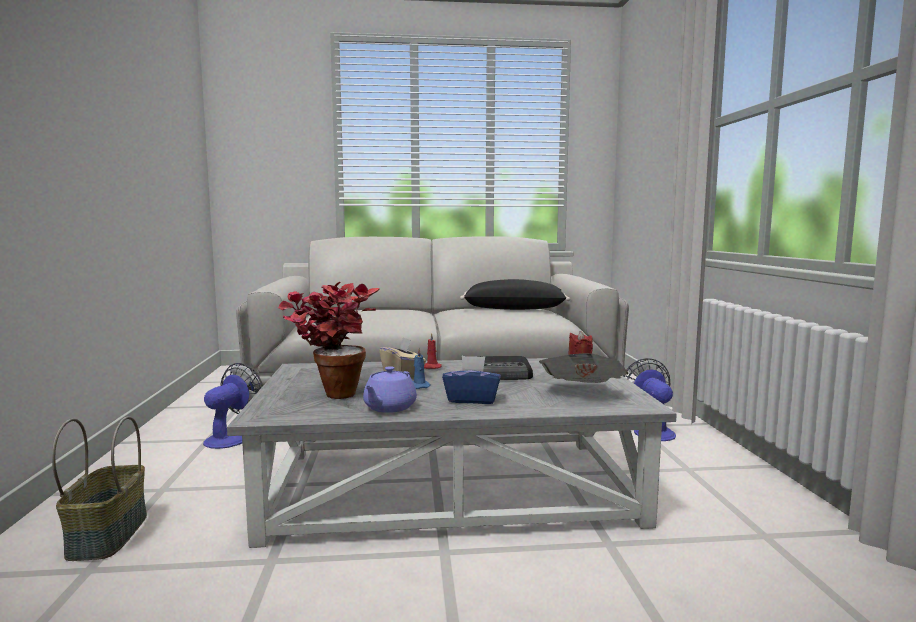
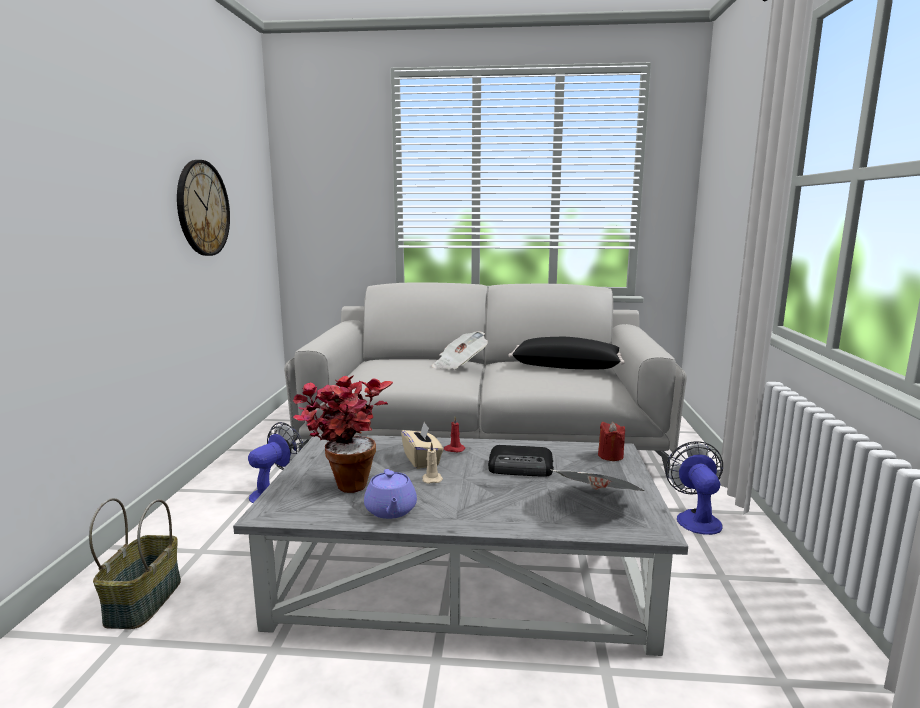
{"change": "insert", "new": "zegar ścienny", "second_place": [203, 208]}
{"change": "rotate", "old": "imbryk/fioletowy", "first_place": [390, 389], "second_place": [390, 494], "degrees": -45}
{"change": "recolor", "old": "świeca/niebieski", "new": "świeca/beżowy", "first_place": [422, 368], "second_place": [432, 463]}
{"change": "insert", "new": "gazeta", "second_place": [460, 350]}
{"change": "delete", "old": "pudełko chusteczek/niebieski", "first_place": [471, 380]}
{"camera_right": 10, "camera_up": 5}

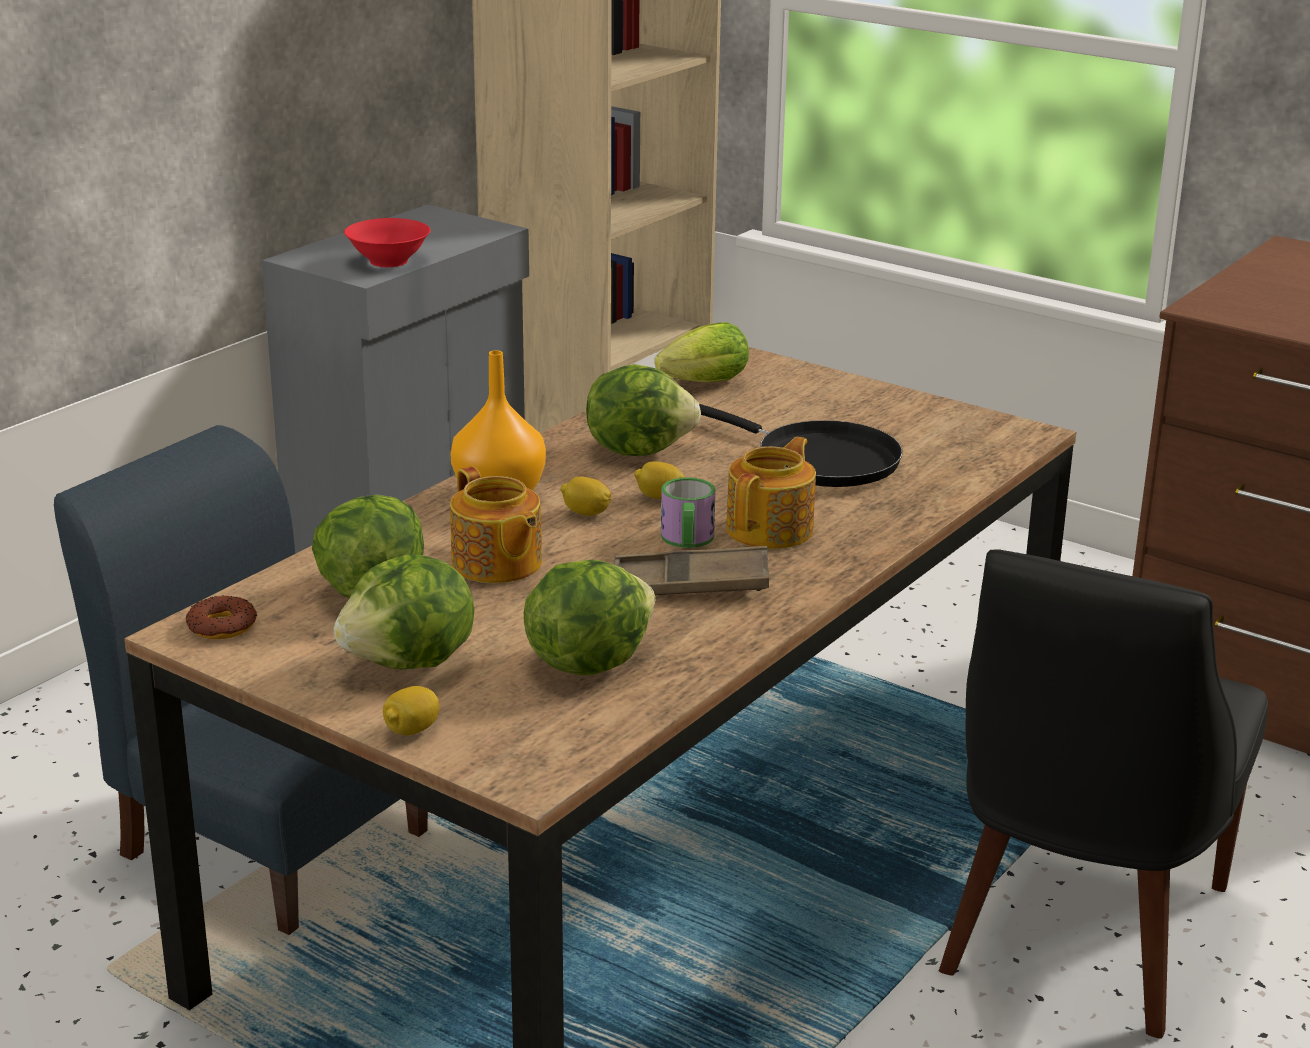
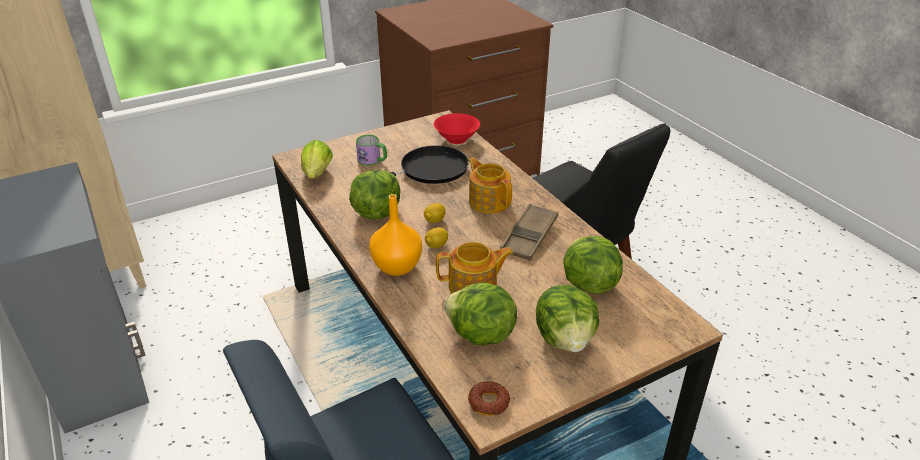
{"change": "move", "old": "kubek", "first_place": [688, 512], "second_place": [371, 150]}
{"change": "move", "old": "miska/czerwony", "first_place": [387, 242], "second_place": [457, 128]}
{"change": "delete", "old": "cytryna", "first_place": [411, 711]}
{"camera_right": -65, "camera_up": 10}

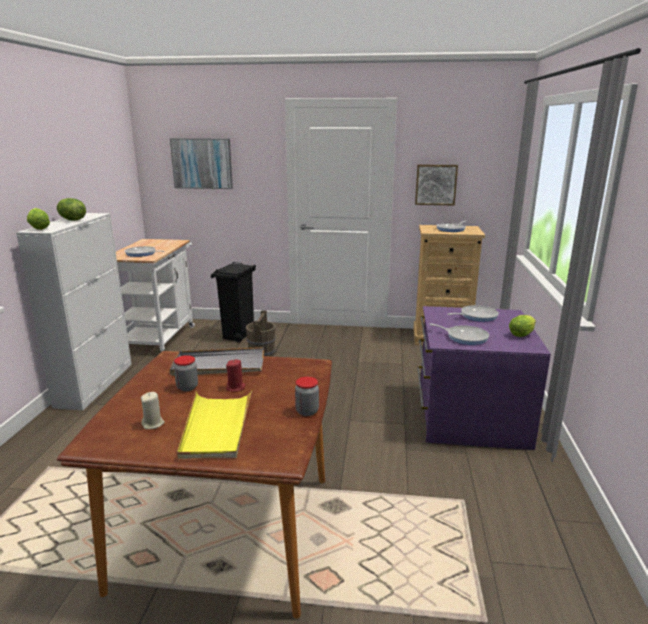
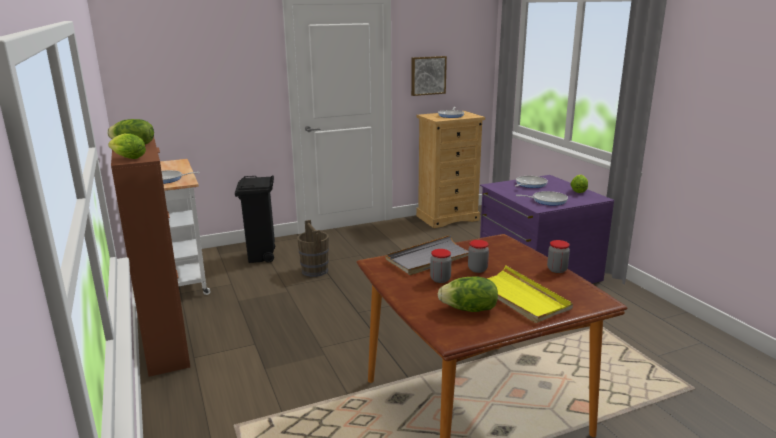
{"change": "recolor", "old": "szafka/biały", "new": "szafka/brązowy", "first_place": [74, 312], "second_place": [150, 257]}
{"change": "replace", "old": "świeca/beżowy", "new": "sałata", "first_place": [153, 410], "second_place": [468, 294]}
{"change": "replace", "old": "świeca/czerwony", "new": "słoik", "first_place": [235, 375], "second_place": [478, 256]}
{"change": "delete", "old": "obraz", "first_place": [201, 163]}
{"camera_right": -30, "camera_up": 0}

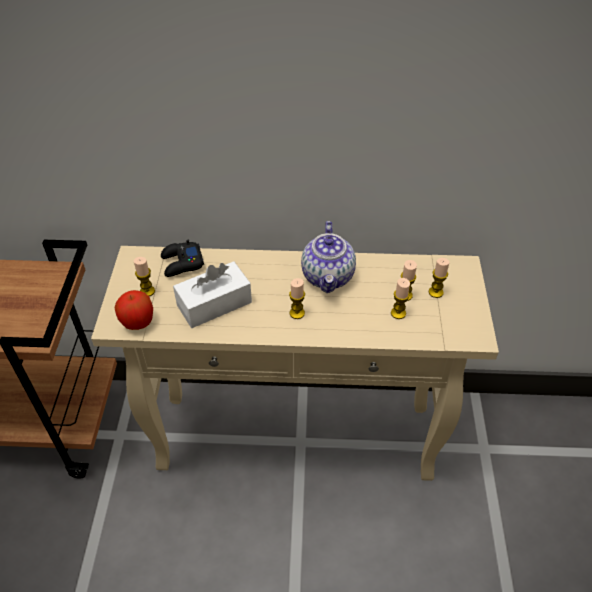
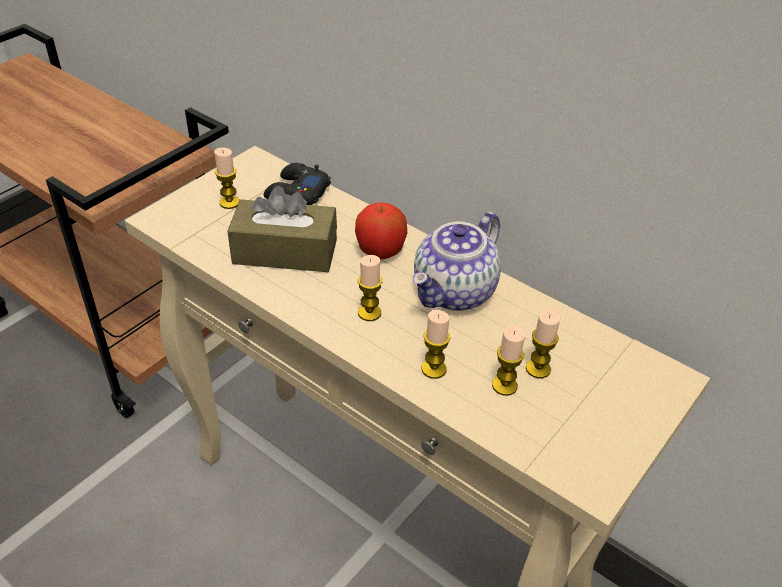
{"change": "recolor", "old": "pudełko chusteczek/biały", "new": "pudełko chusteczek/brązowy", "first_place": [212, 294], "second_place": [282, 229]}
{"change": "move", "old": "jabłko", "first_place": [134, 310], "second_place": [381, 231]}
{"change": "move", "old": "świeca", "first_place": [439, 278], "second_place": [436, 344]}
{"camera_right": 35, "camera_up": -5}

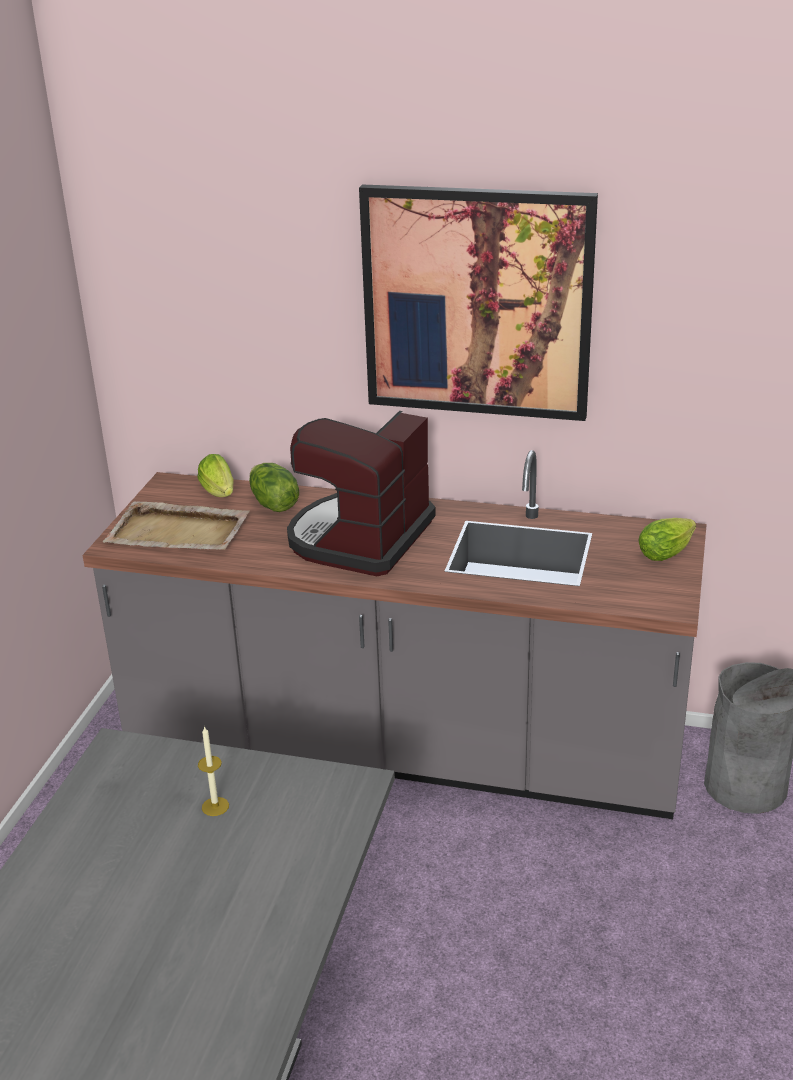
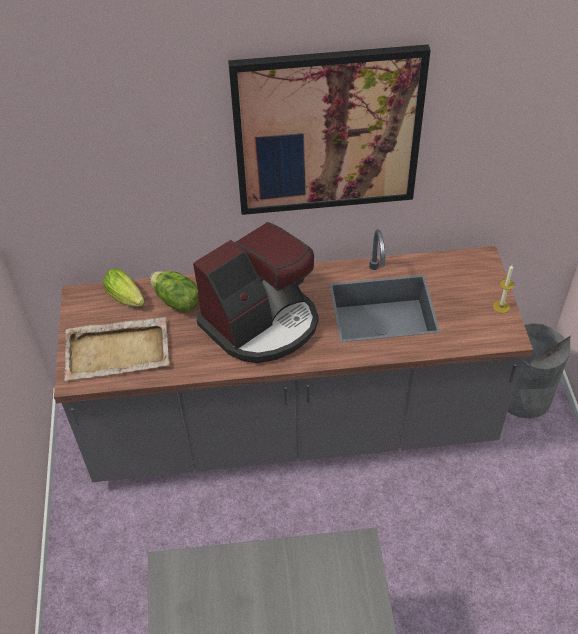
{"change": "rotate", "old": "ekspres do kawy", "first_place": [361, 493], "second_place": [256, 292], "degrees": -135}
{"change": "move", "old": "świeca", "first_place": [213, 771], "second_place": [503, 289]}
{"change": "delete", "old": "sałata", "first_place": [667, 539]}
{"camera_right": -20, "camera_up": 20}

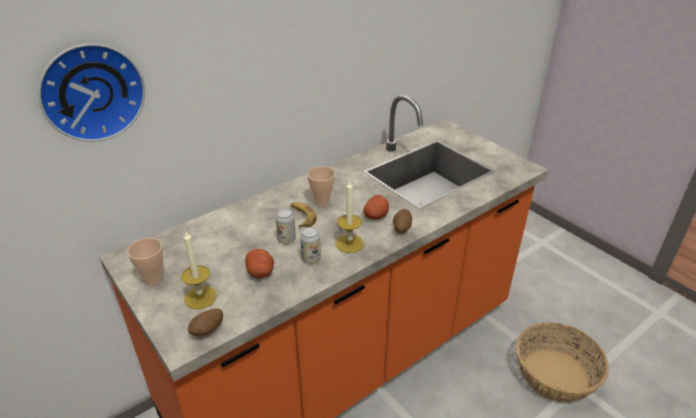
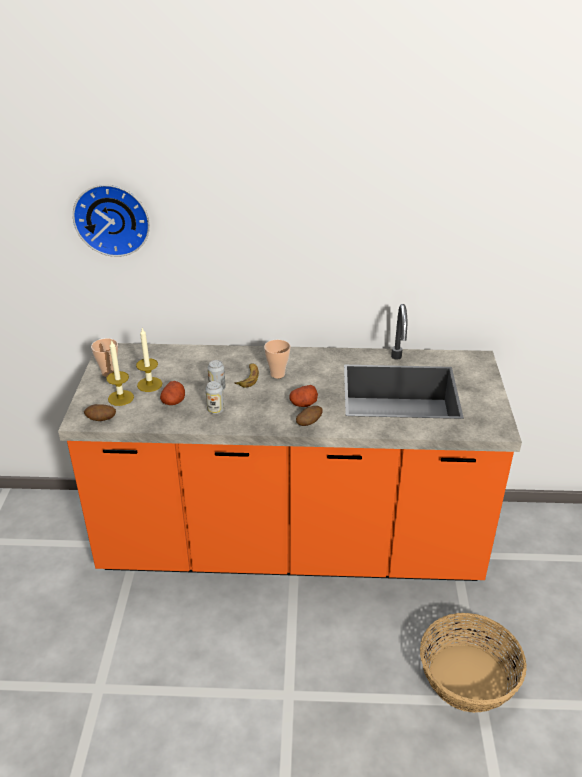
{"change": "move", "old": "świeca", "first_place": [349, 216], "second_place": [149, 360]}
{"camera_right": 40, "camera_up": 0}

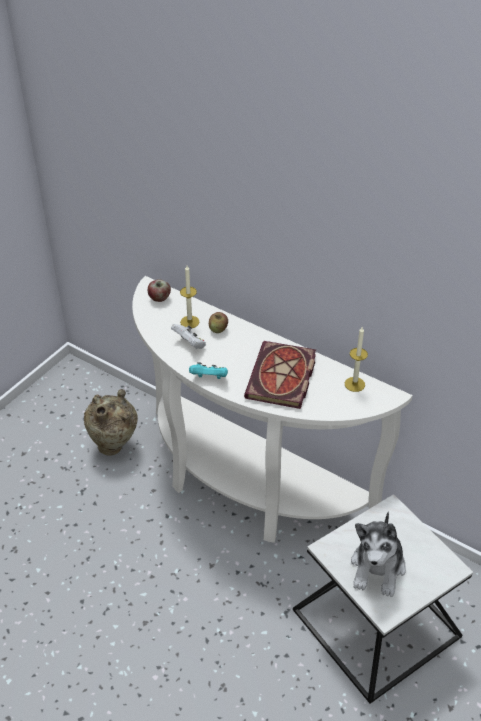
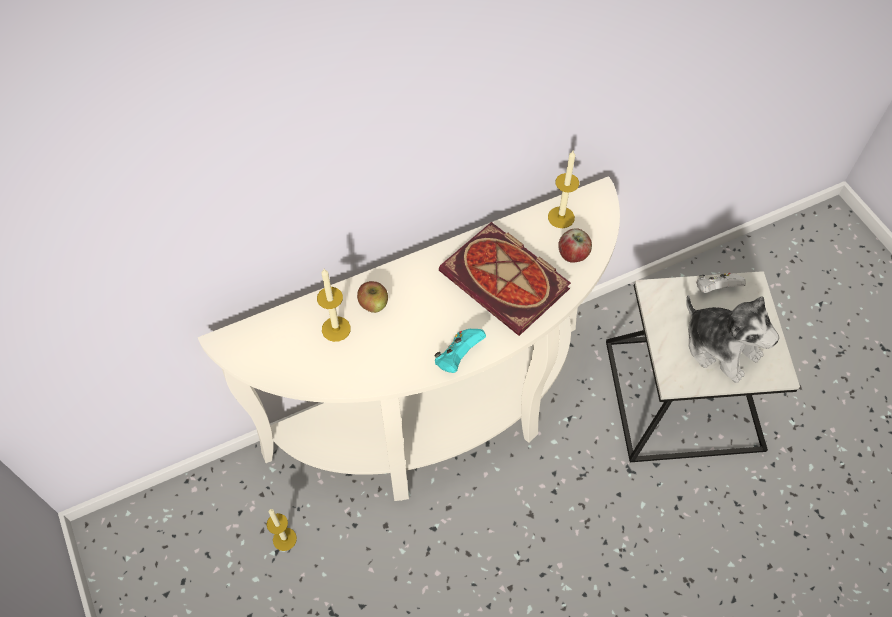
{"change": "replace", "old": "wazon/beżowy", "new": "świeca", "first_place": [111, 422], "second_place": [281, 530]}
{"change": "move", "old": "jabłko", "first_place": [159, 290], "second_place": [575, 245]}
{"change": "move", "old": "pad do gier/biały", "first_place": [188, 336], "second_place": [721, 283]}
{"camera_right": -60, "camera_up": 15}

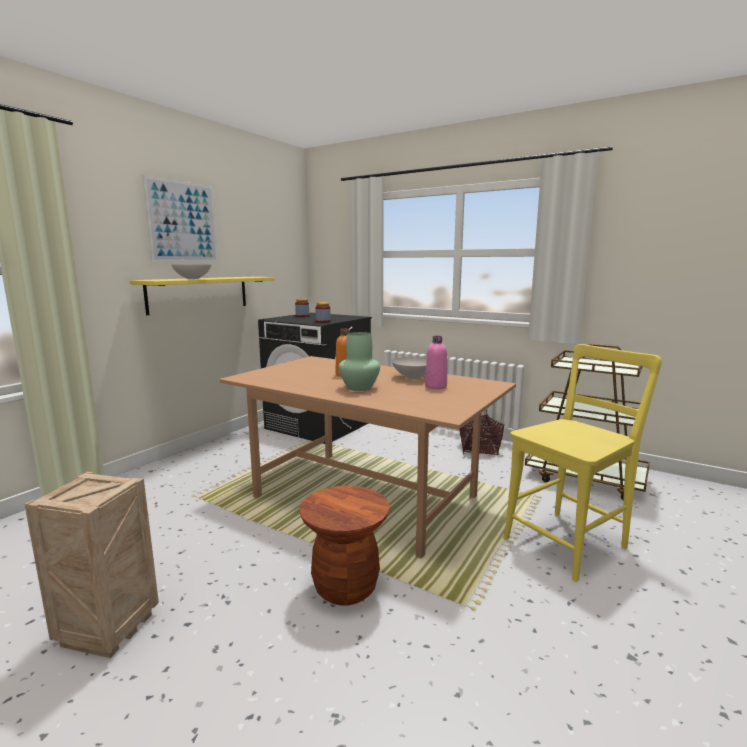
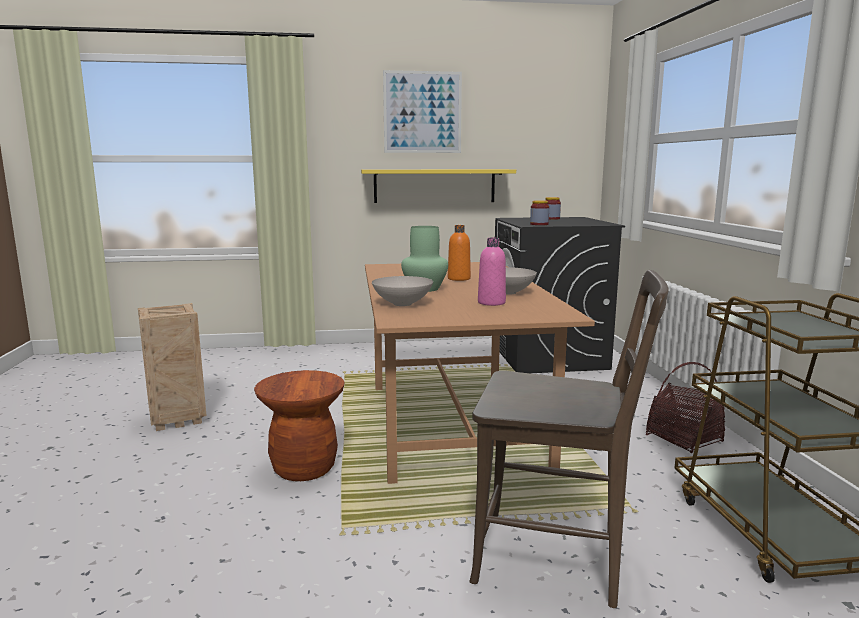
{"change": "move", "old": "miska/biały", "first_place": [191, 271], "second_place": [402, 291]}
{"change": "recolor", "old": "krzesło/żółty", "new": "krzesło/brązowy", "first_place": [582, 463], "second_place": [569, 439]}
{"camera_right": 50, "camera_up": 0}

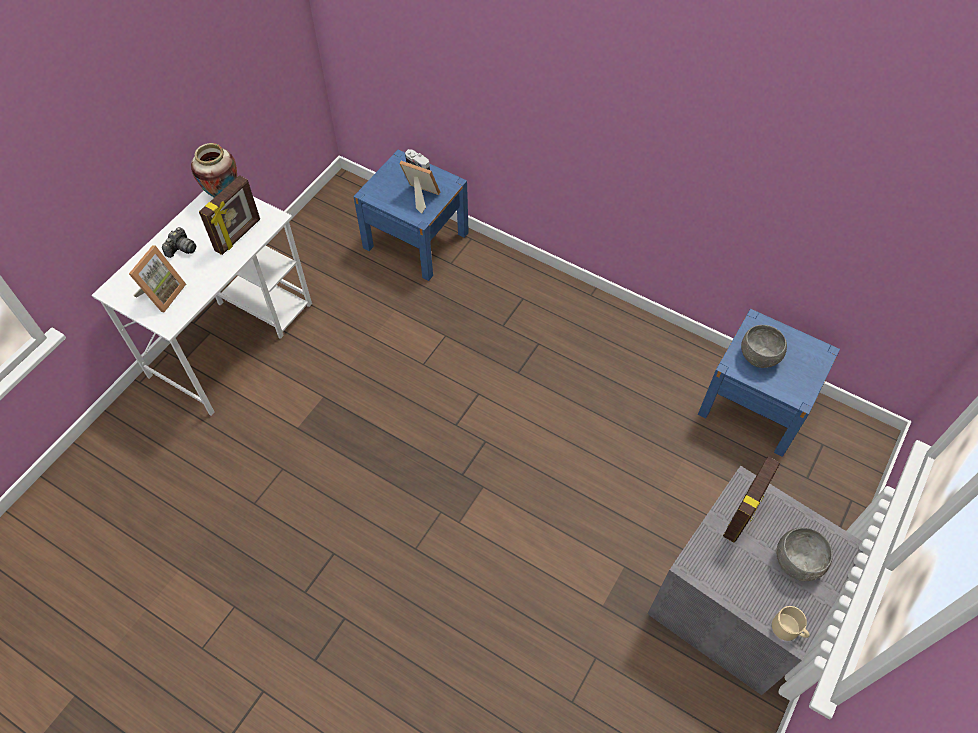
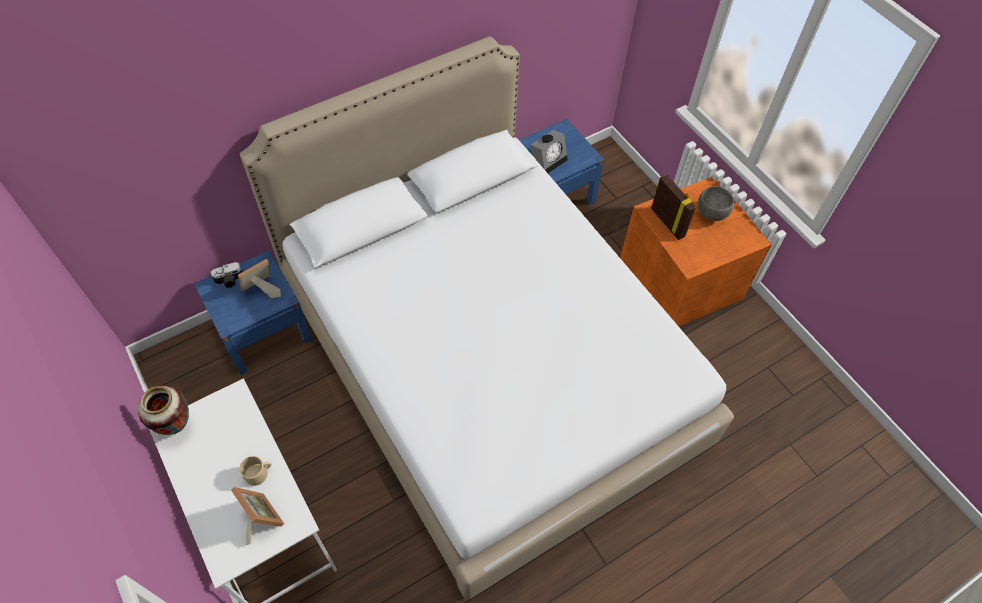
{"change": "move", "old": "kubek/beżowy", "first_place": [791, 623], "second_place": [255, 471]}
{"change": "insert", "new": "łóżko/biały", "second_place": [487, 318]}
{"change": "replace", "old": "miska/szary", "new": "budzik", "first_place": [764, 346], "second_place": [549, 151]}
{"change": "recolor", "old": "pojemnik do przechowywania/szary", "new": "pojemnik do przechowywania/pomarańczowy", "first_place": [755, 580], "second_place": [696, 251]}
{"change": "delete", "old": "aparat fotograficzny", "first_place": [179, 242]}
{"change": "delete", "old": "ramka na zdjęcie", "first_place": [229, 215]}
{"camera_right": -65, "camera_up": 0}

